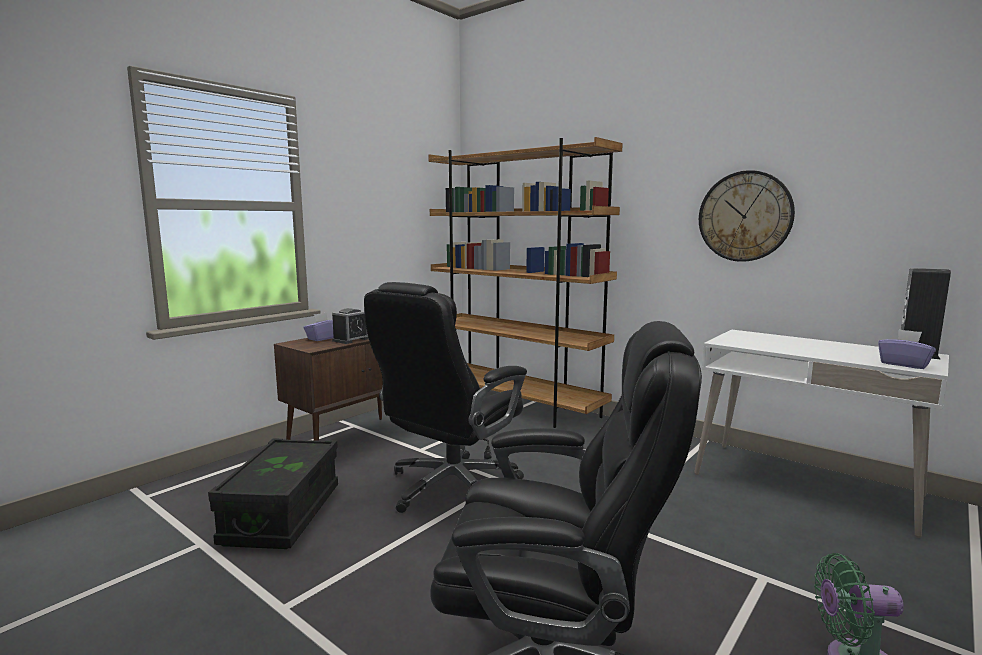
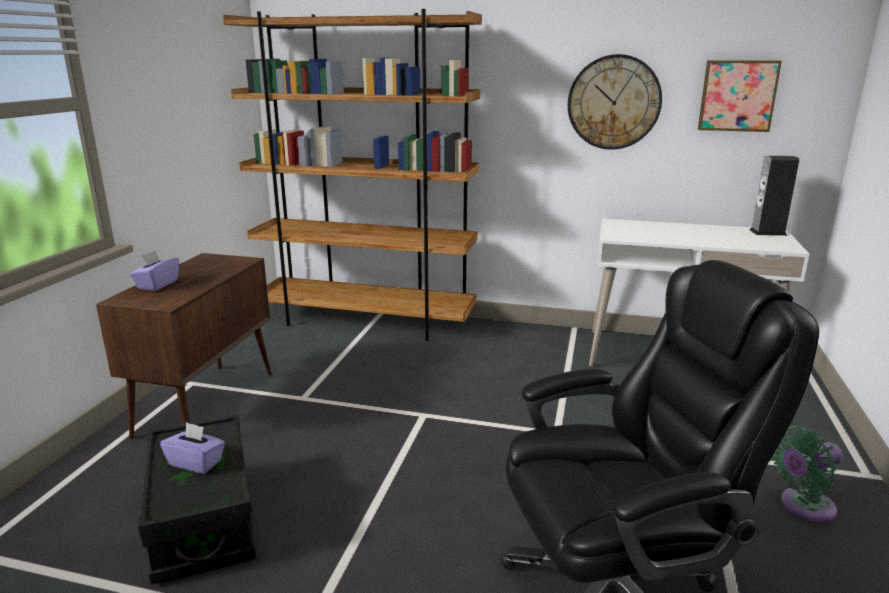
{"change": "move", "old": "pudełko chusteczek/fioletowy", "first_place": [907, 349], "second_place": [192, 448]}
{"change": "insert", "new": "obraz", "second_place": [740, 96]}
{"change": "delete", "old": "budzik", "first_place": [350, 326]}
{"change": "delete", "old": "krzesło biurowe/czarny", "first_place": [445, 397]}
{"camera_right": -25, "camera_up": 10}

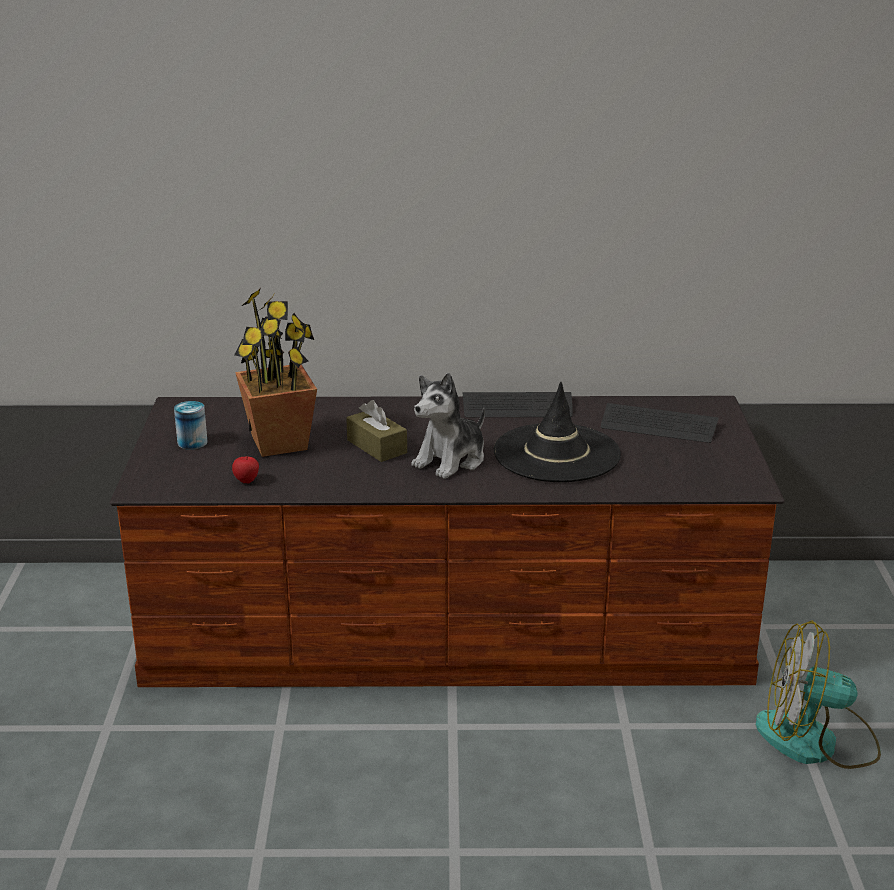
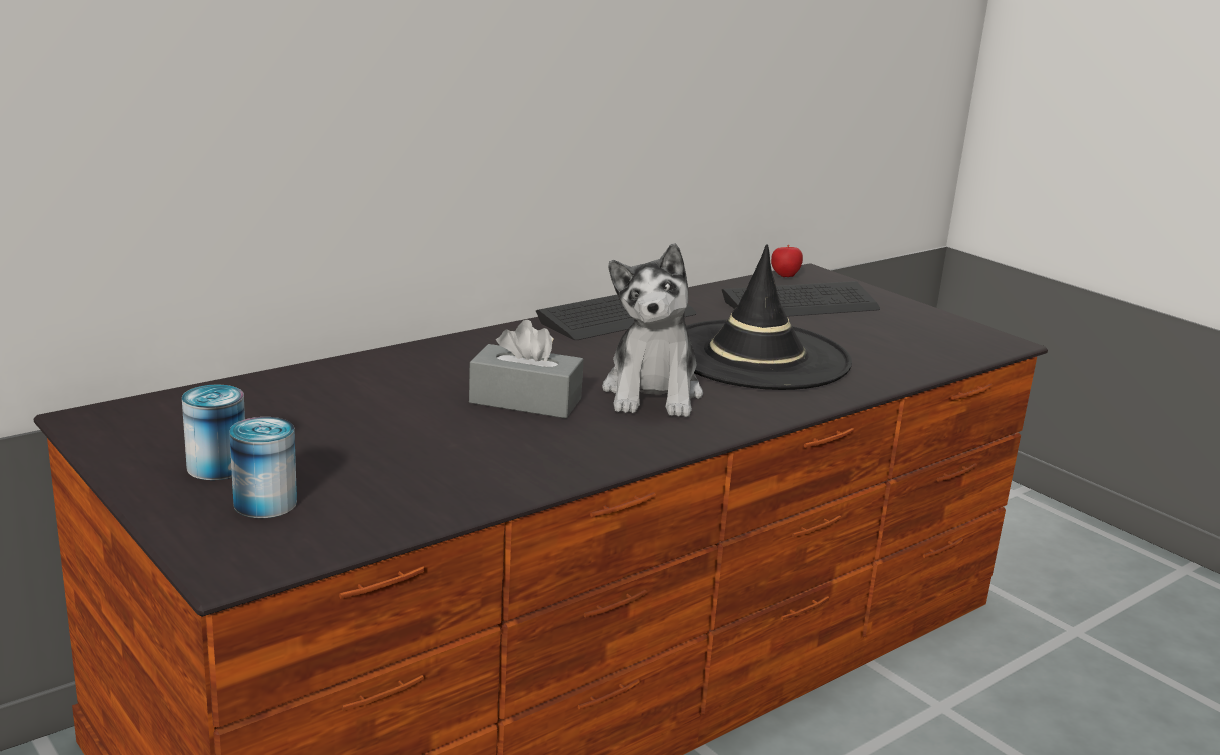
{"change": "insert", "new": "puszka", "second_place": [263, 467]}
{"change": "recolor", "old": "pudełko chusteczek/brązowy", "new": "pudełko chusteczek/szary", "first_place": [376, 431], "second_place": [526, 369]}
{"change": "move", "old": "jabłko", "first_place": [245, 469], "second_place": [787, 261]}
{"change": "delete", "old": "roślina doniczkowa", "first_place": [275, 373]}
{"change": "delete", "old": "wentylator", "first_place": [818, 694]}
{"camera_right": -40, "camera_up": -5}

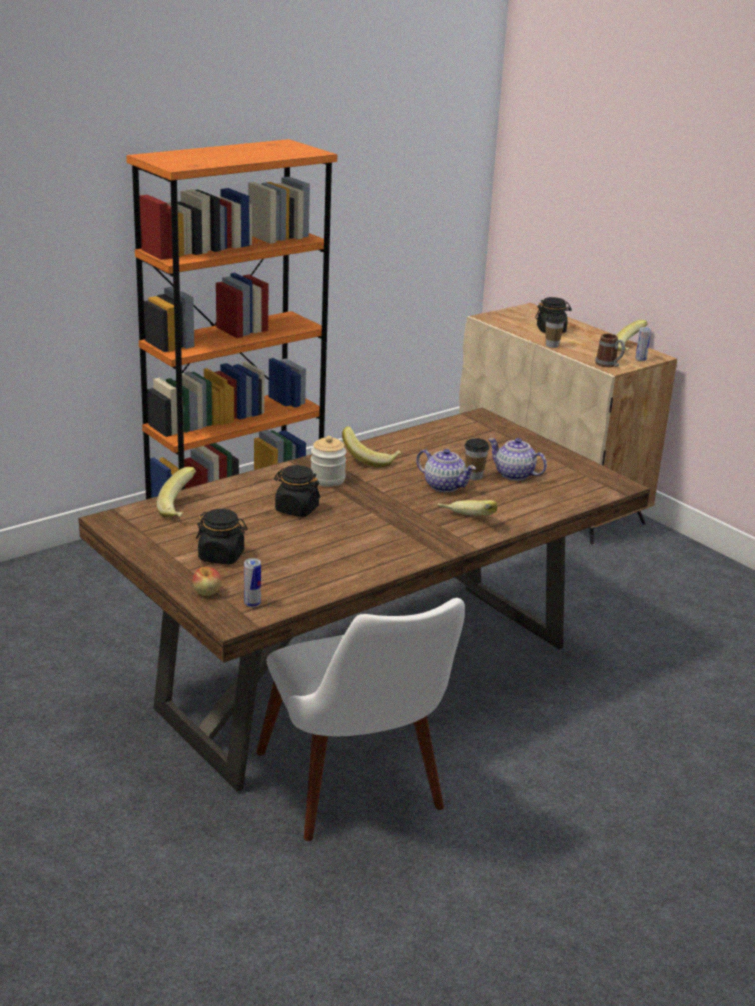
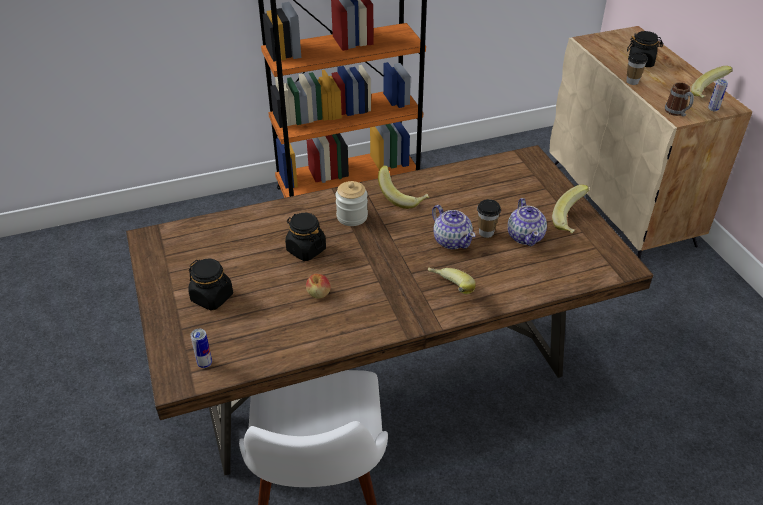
{"change": "move", "old": "jabłko", "first_place": [207, 581], "second_place": [318, 286]}
{"change": "rotate", "old": "imbryk", "first_place": [517, 459], "second_place": [527, 222], "degrees": -150}
{"change": "move", "old": "banan", "first_place": [176, 492], "second_place": [570, 209]}
{"camera_right": 20, "camera_up": 15}

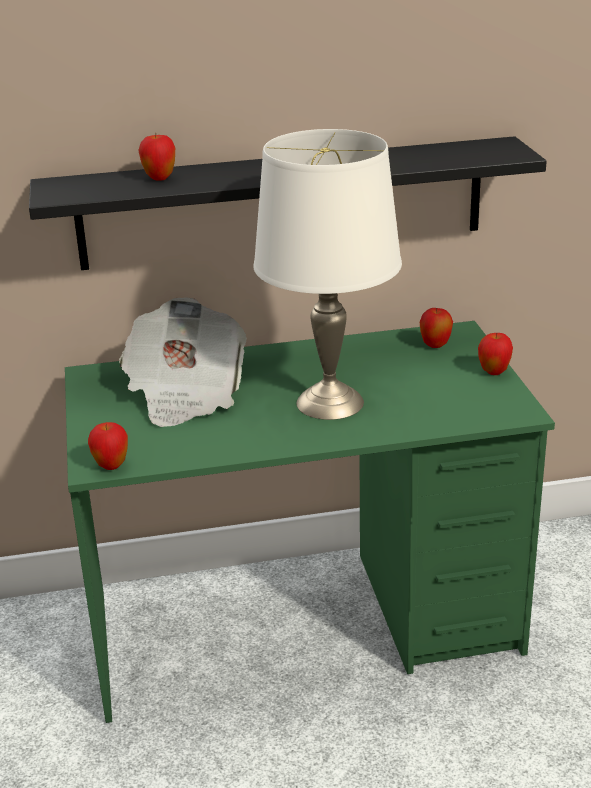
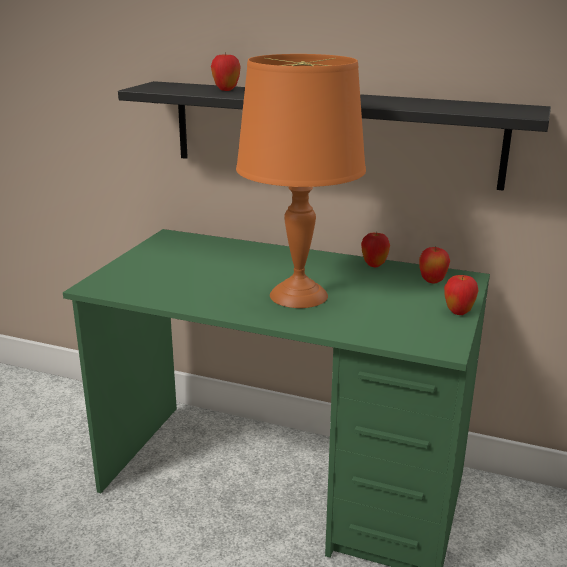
{"change": "recolor", "old": "lampa stołowa/biały", "new": "lampa stołowa/pomarańczowy", "first_place": [327, 274], "second_place": [301, 181]}
{"change": "move", "old": "jabłko", "first_place": [108, 446], "second_place": [375, 249]}
{"change": "delete", "old": "gazeta", "first_place": [183, 362]}
{"camera_right": 30, "camera_up": -5}

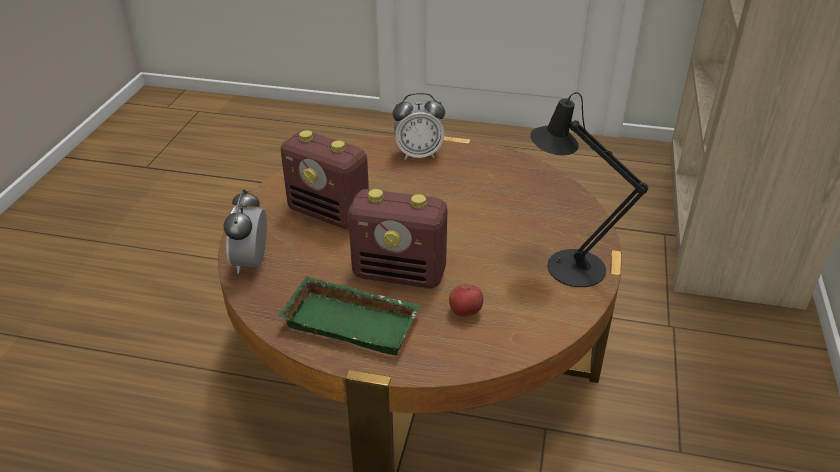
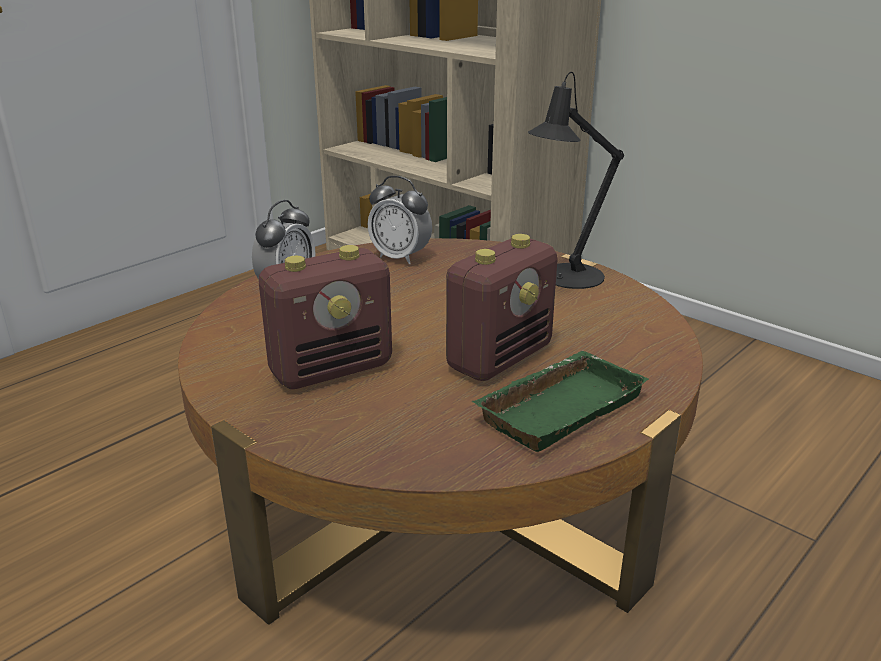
{"change": "move", "old": "budzik", "first_place": [245, 231], "second_place": [400, 220]}
{"change": "delete", "old": "jabłko", "first_place": [466, 300]}
{"camera_right": -60, "camera_up": -10}

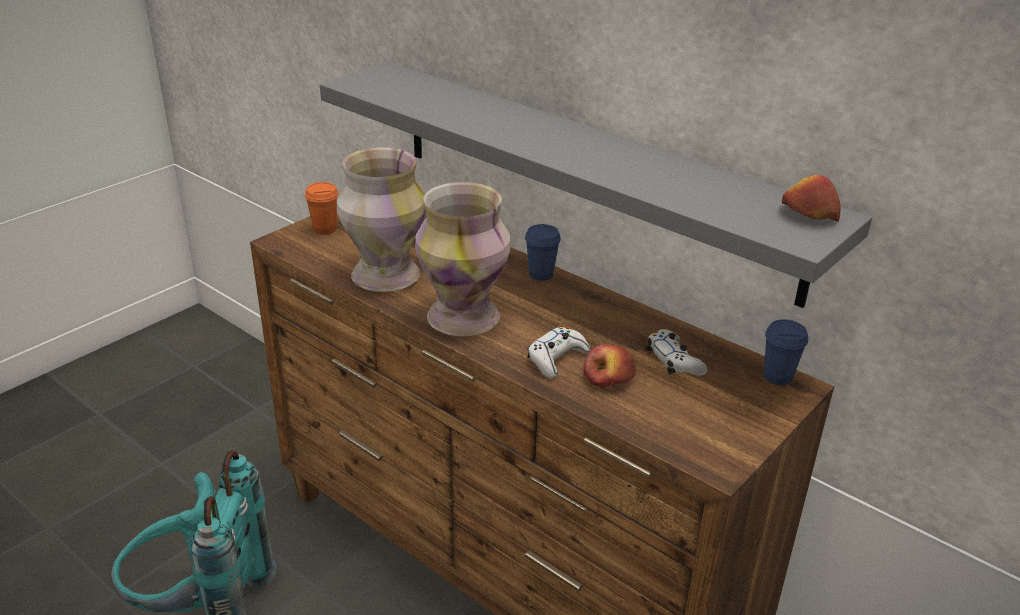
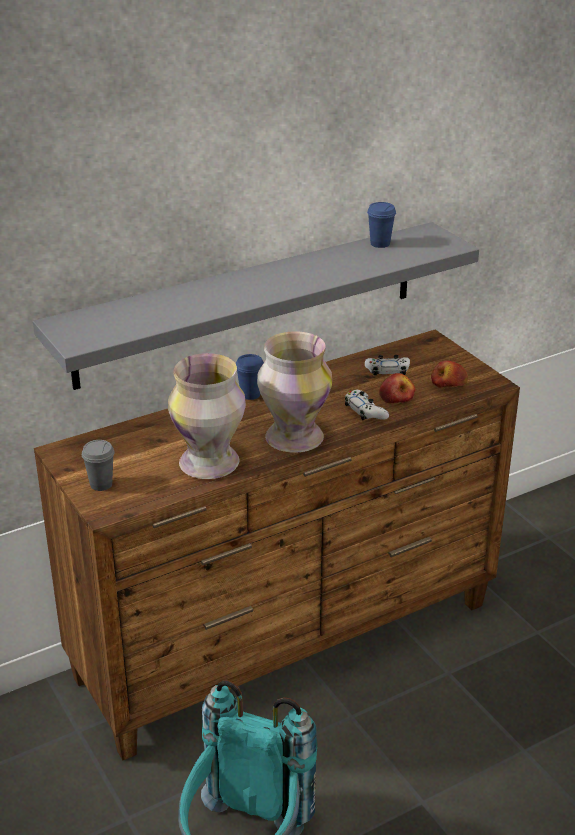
{"change": "recolor", "old": "filiżanka/pomarańczowy", "new": "filiżanka/szary", "first_place": [322, 208], "second_place": [98, 465]}
{"change": "move", "old": "filiżanka/niebieski", "first_place": [786, 352], "second_place": [381, 225]}
{"change": "move", "old": "jabłko", "first_place": [811, 198], "second_place": [449, 374]}
{"camera_right": -70, "camera_up": 0}

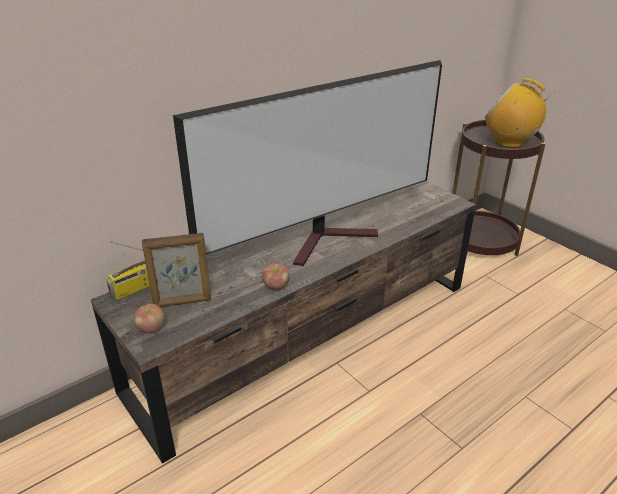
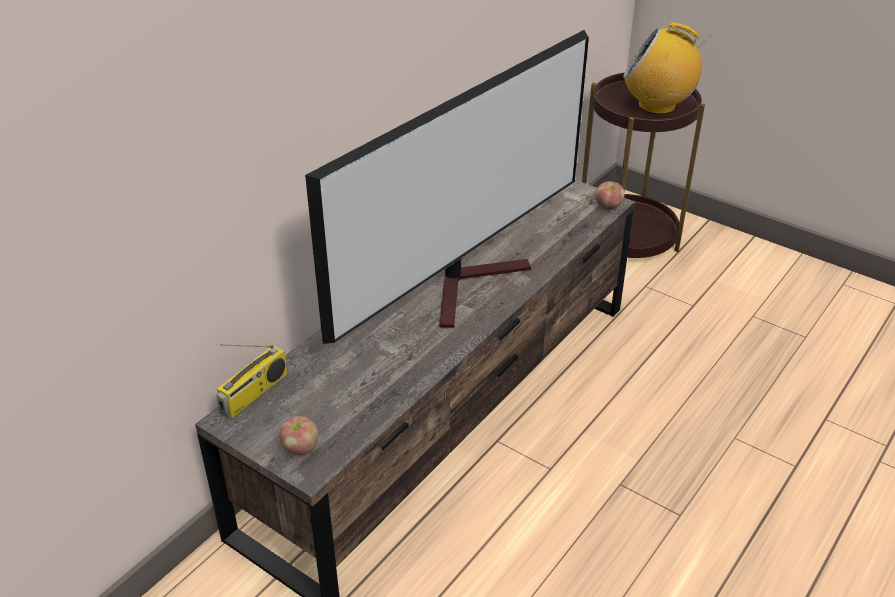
{"change": "move", "old": "jabłko", "first_place": [276, 277], "second_place": [610, 195]}
{"change": "delete", "old": "ramka na zdjęcie", "first_place": [176, 270]}
{"camera_right": -15, "camera_up": 5}

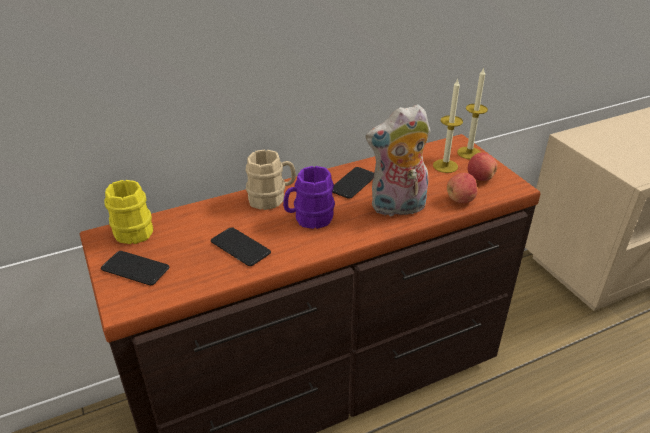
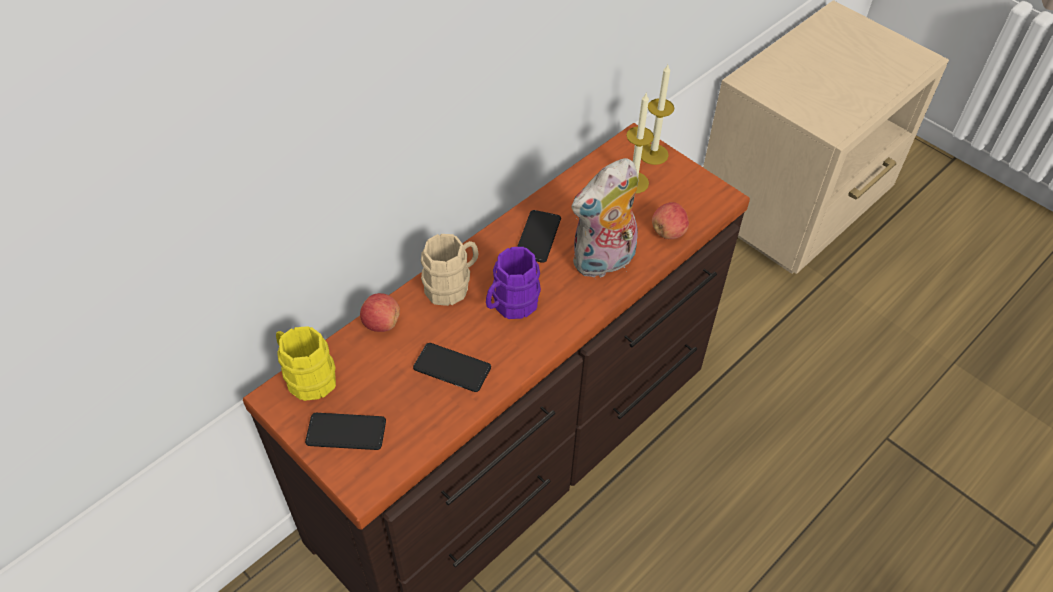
{"change": "move", "old": "jabłko", "first_place": [482, 166], "second_place": [380, 312]}
{"camera_right": -20, "camera_up": 15}

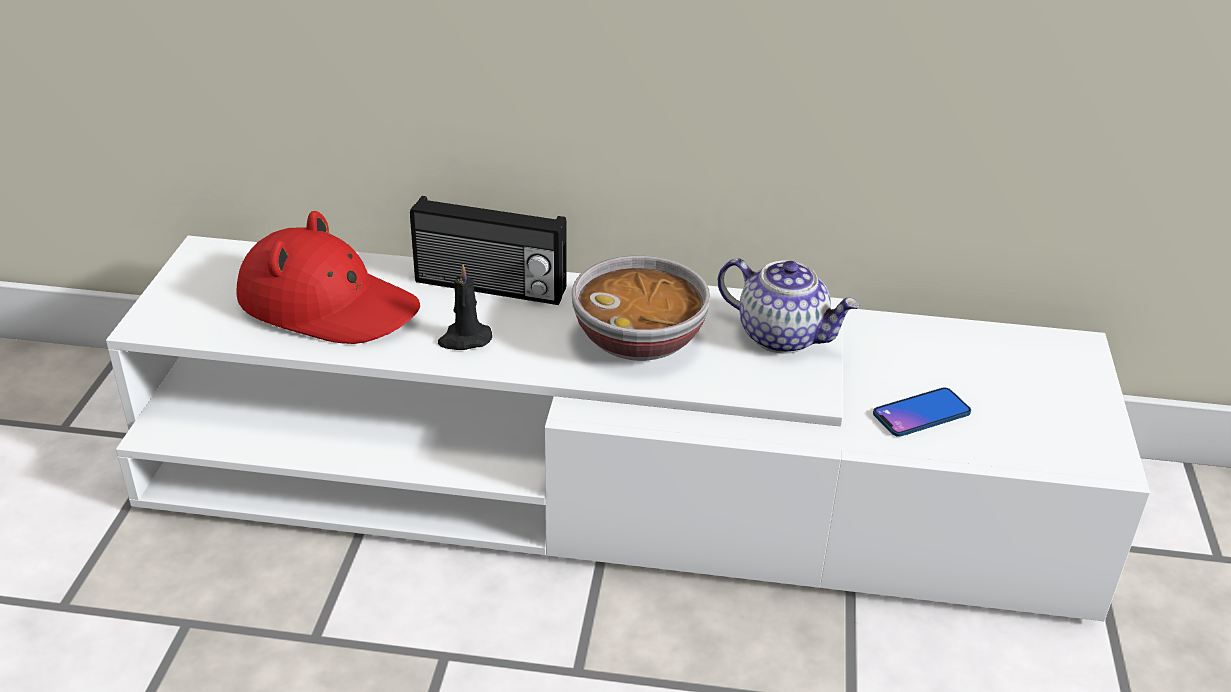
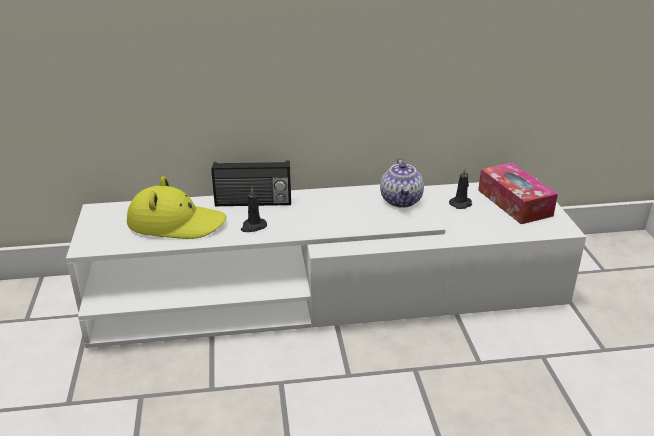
{"change": "recolor", "old": "kapelusz/czerwony", "new": "kapelusz/żółty", "first_place": [328, 277], "second_place": [176, 207]}
{"change": "rotate", "old": "imbryk", "first_place": [789, 306], "second_place": [402, 183], "degrees": 75}
{"change": "insert", "new": "świeca/czarny", "second_place": [460, 188]}
{"change": "insert", "new": "pudełko chusteczek", "second_place": [518, 193]}
{"change": "delete", "old": "miska", "first_place": [641, 308]}
{"change": "delete", "old": "telefon", "first_place": [922, 412]}
{"camera_right": -15, "camera_up": -5}

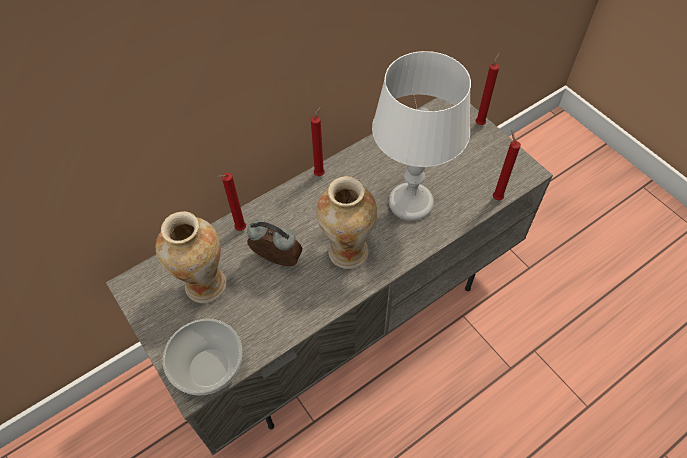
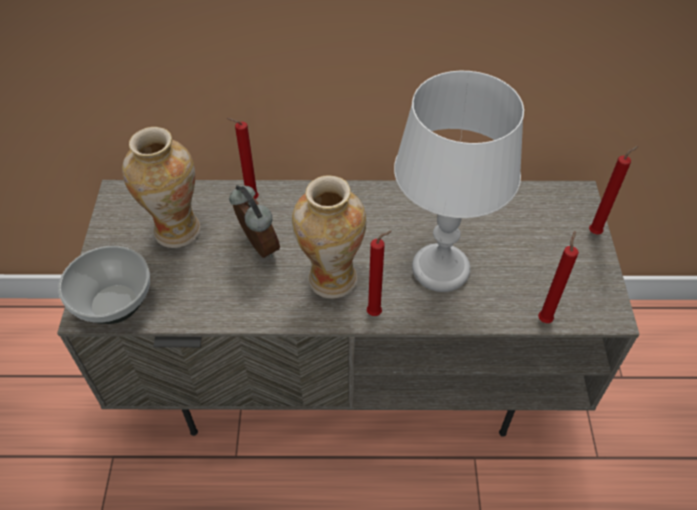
{"change": "move", "old": "świeca/czerwony", "first_place": [318, 141], "second_place": [379, 273]}
{"camera_right": 35, "camera_up": -5}

